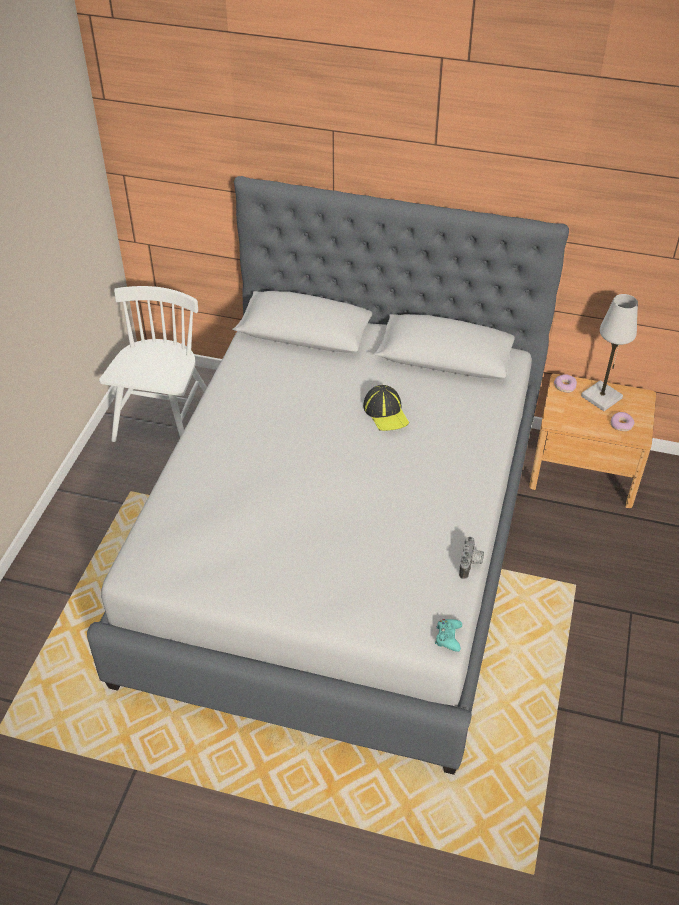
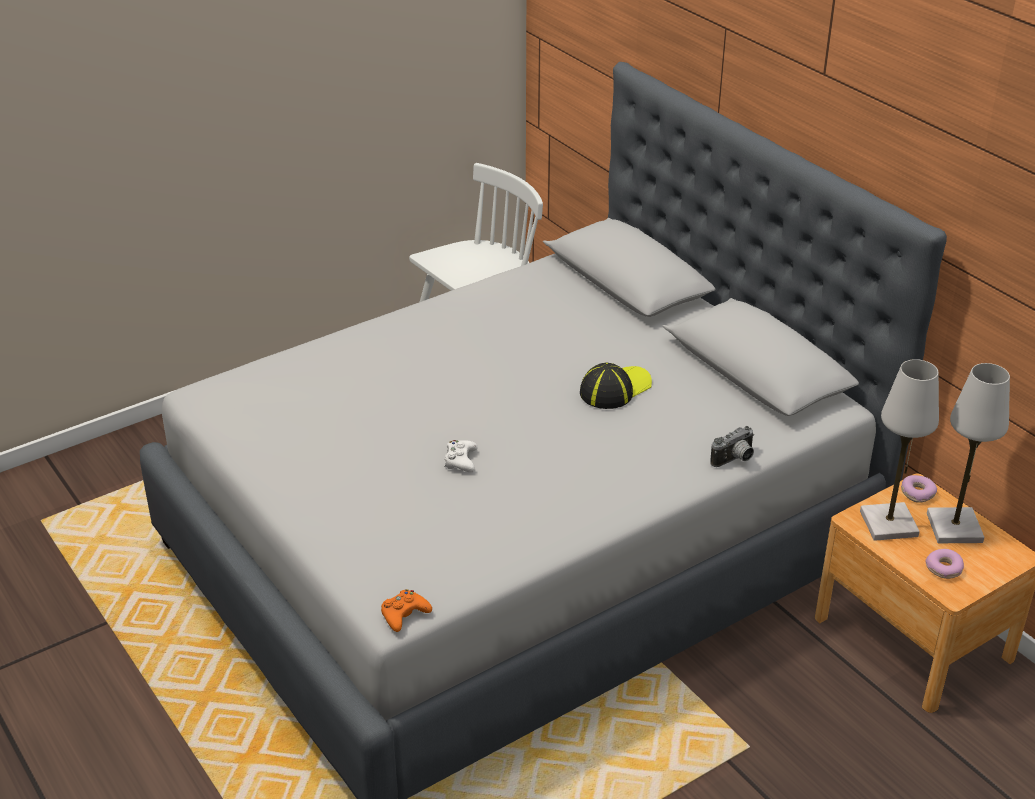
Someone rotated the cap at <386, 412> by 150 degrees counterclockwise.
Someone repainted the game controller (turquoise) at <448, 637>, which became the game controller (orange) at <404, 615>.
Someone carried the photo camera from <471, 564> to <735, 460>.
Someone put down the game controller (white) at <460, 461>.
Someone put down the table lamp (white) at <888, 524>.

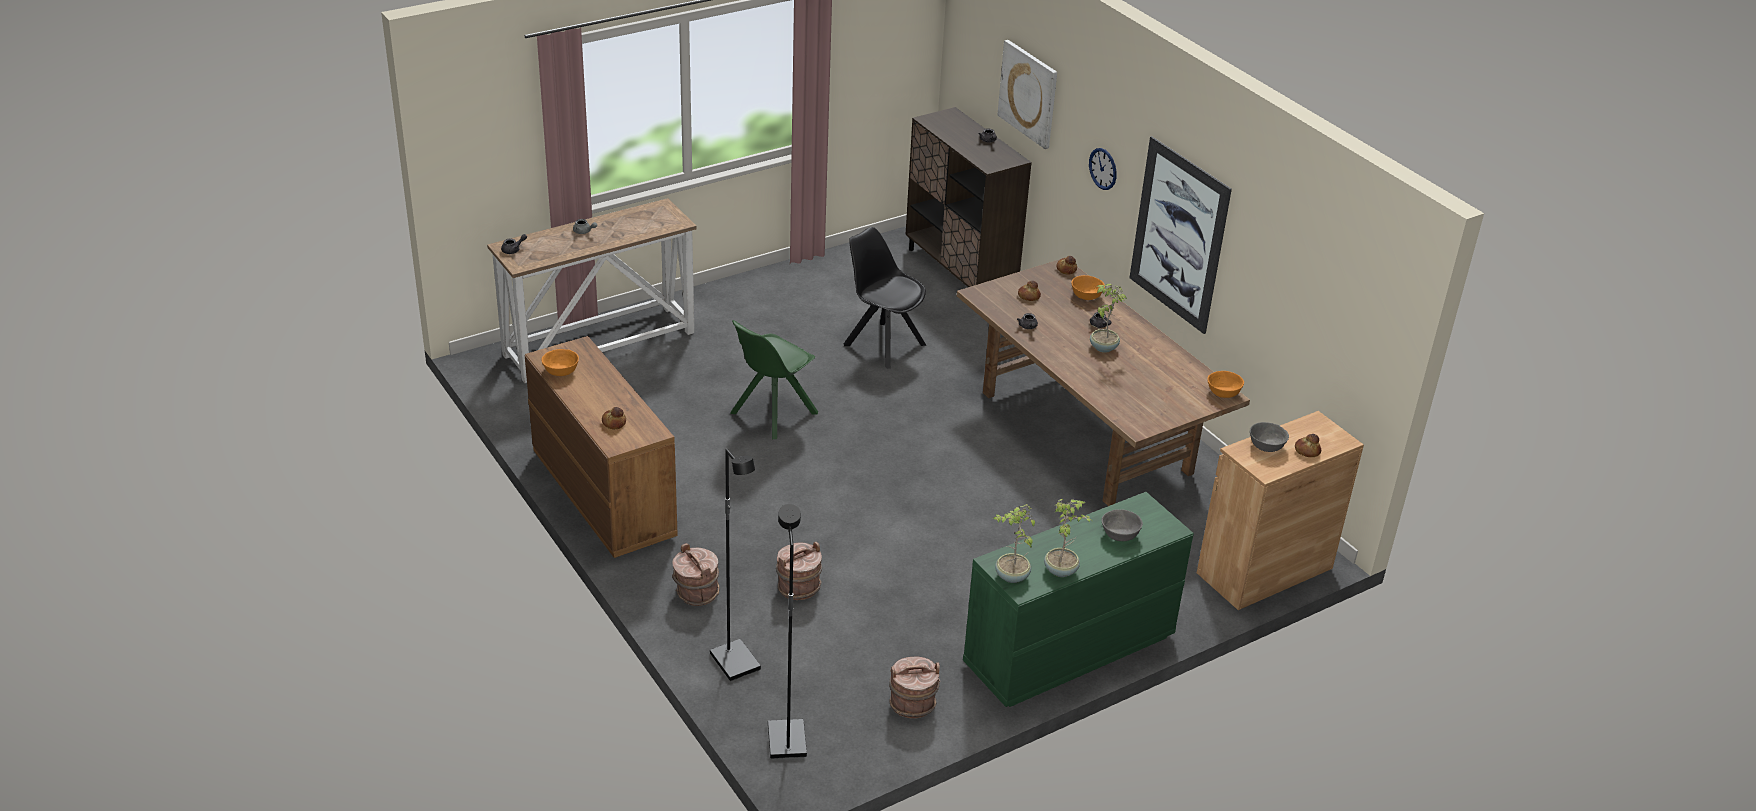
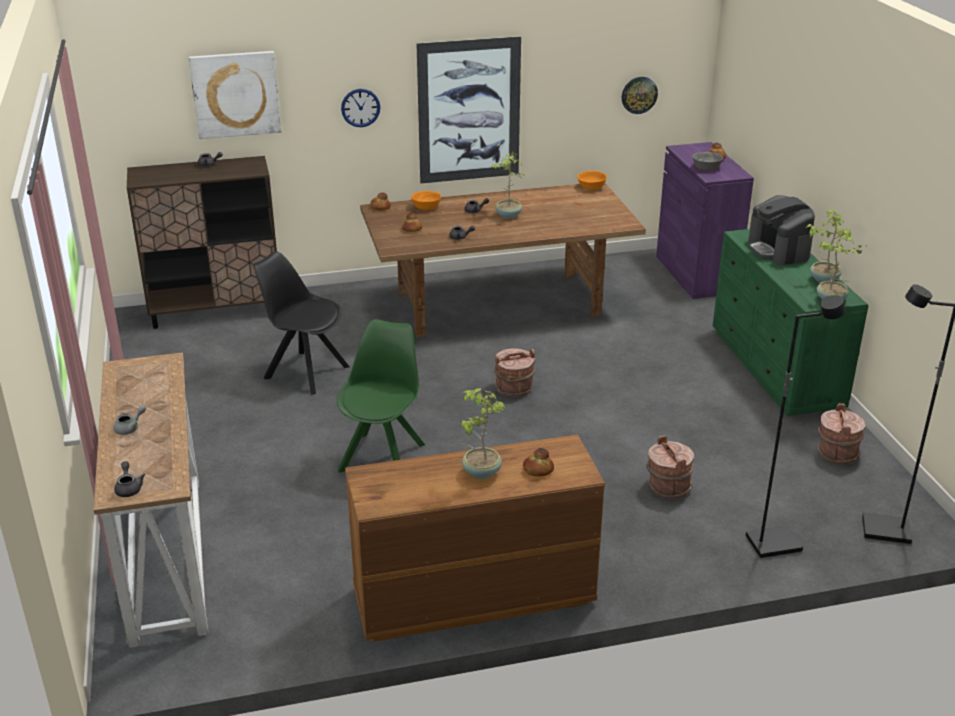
Someone took away the bowl (orange) at <560, 370>.
Someone carried the bucket (brown) from <696, 593> to <514, 388>.
Someone rotated the chair (green) at <772, 414> by 135 degrees counterclockwise.
Someone rotated the chair (black) at <883, 344> by 60 degrees clockwise.
Someone swapped the bowl (grey) at <1120, 534> for the coffee machine at <778, 250>.
Someone repainted the cabinet (brown) at <1264, 571>, which became the cabinet (purple) at <696, 274>.
Someone put down the potted plant at <480, 472>.
Someone put up the wall clock at <639, 95>.

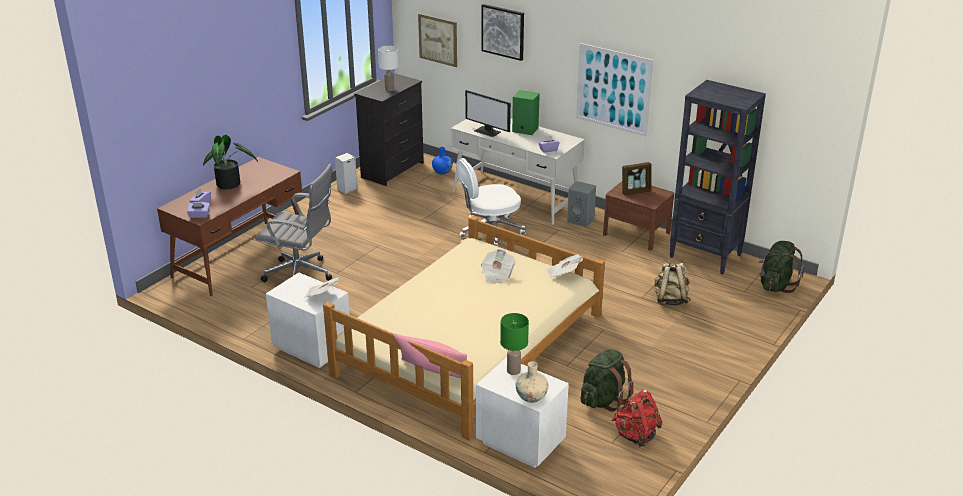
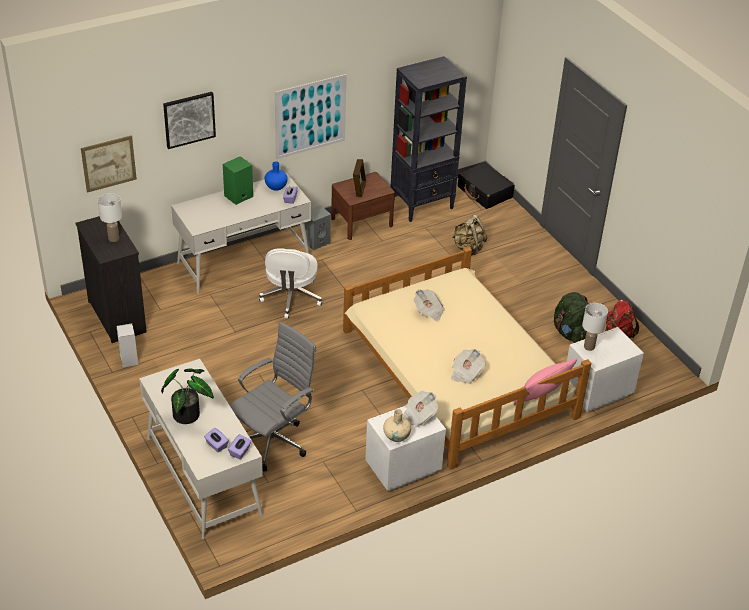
Someone repainted the desk (brown) at <240, 257>, which became the desk (white) at <203, 475>.
Someone carried the vase (blue) from <442, 171> to <276, 187>.
Someone took away the monitor at <488, 131>.
Someone repainted the table lamp (green) at <513, 370>, which became the table lamp (white) at <589, 347>.
Someone carried the vase (beige) from <531, 397> to <396, 436>.
Someone carried the newspaper from <563, 274> to <466, 373>.
Someone swapped the backpack (green) at <776, 285> for the suitcase (black) at <485, 192>.

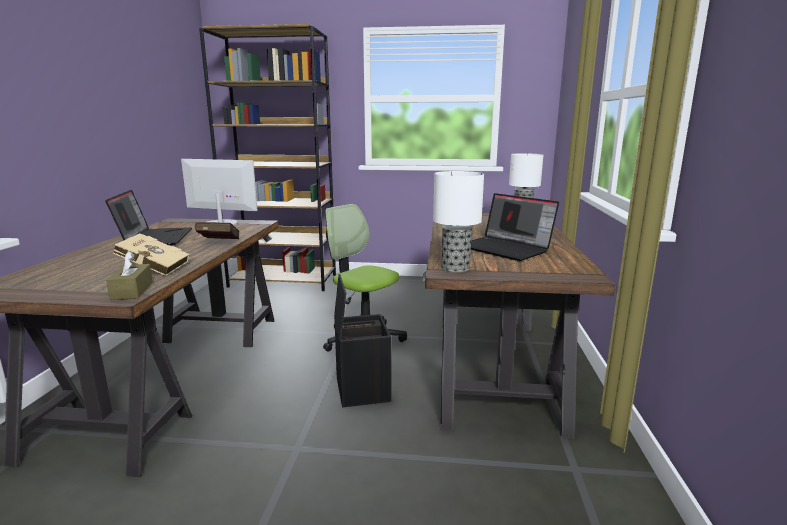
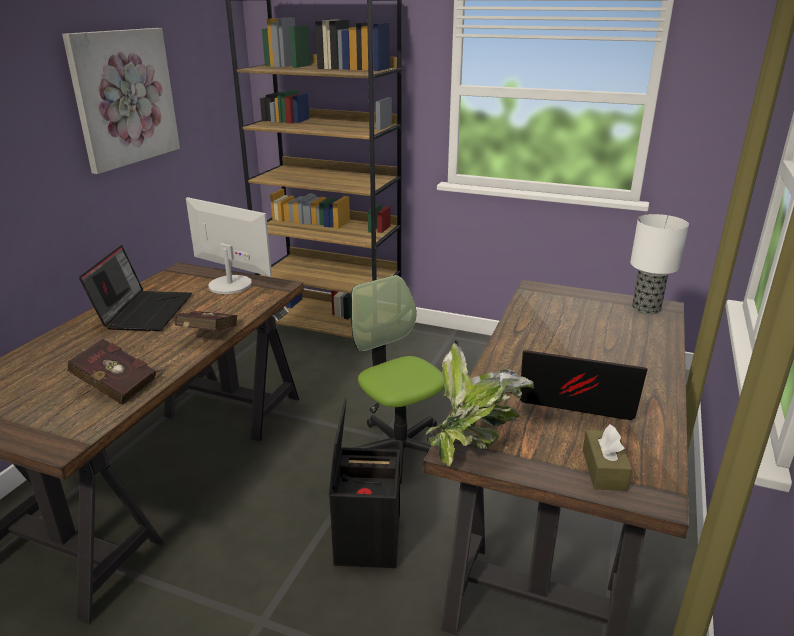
Someone carried the tissue box (brown) from <132, 291> to <604, 469>.
Someone repainted the book (beige) at <152, 269>, which became the book (red) at <114, 386>.
Someone swapped the table lamp at <454, 268> for the potted plant at <474, 442>.
Someone rotated the laptop at <506, 249> by 135 degrees clockwise.
Someone put up the picture at <124, 97>.

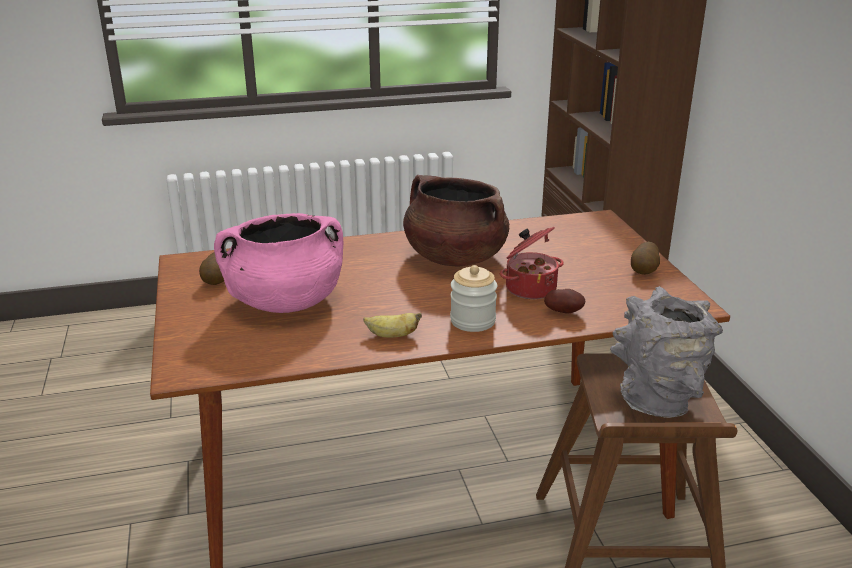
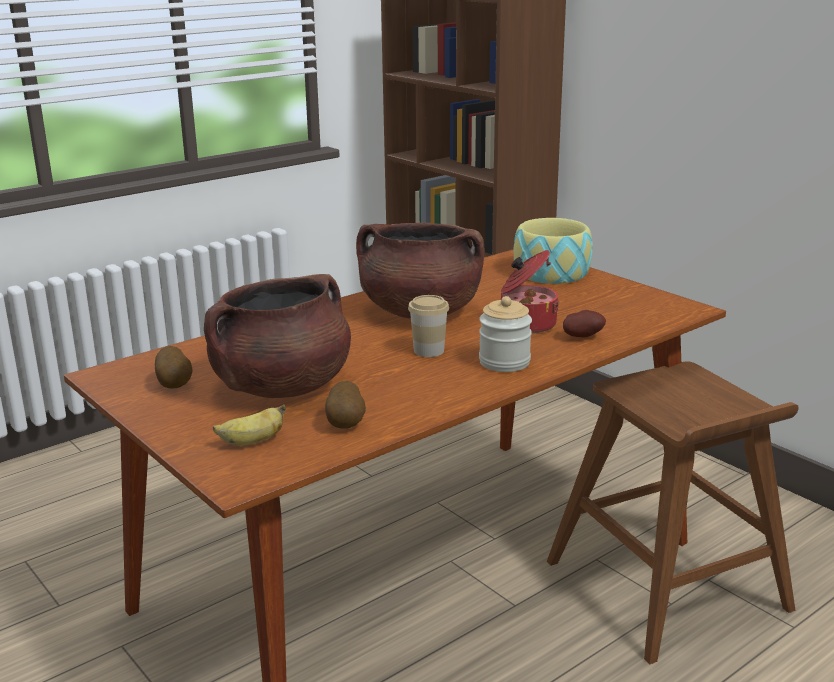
Someone repainted the cooking pot (pink) at <285, 302>, which became the cooking pot (brown) at <282, 387>.
Someone carried the banana from <392, 335> to <252, 442>.
Someone took away the vase (grey) at <657, 399>.
Someone carried the potato from <644, 272> to <346, 424>.
Someone put down the cup at <428, 351>.
Someone put down the bowl at <552, 272>.

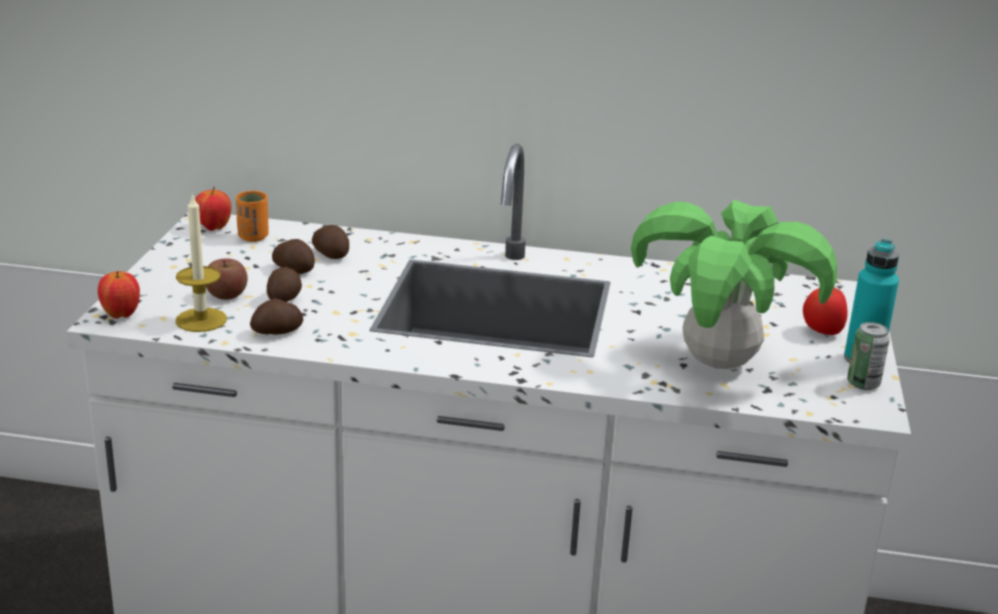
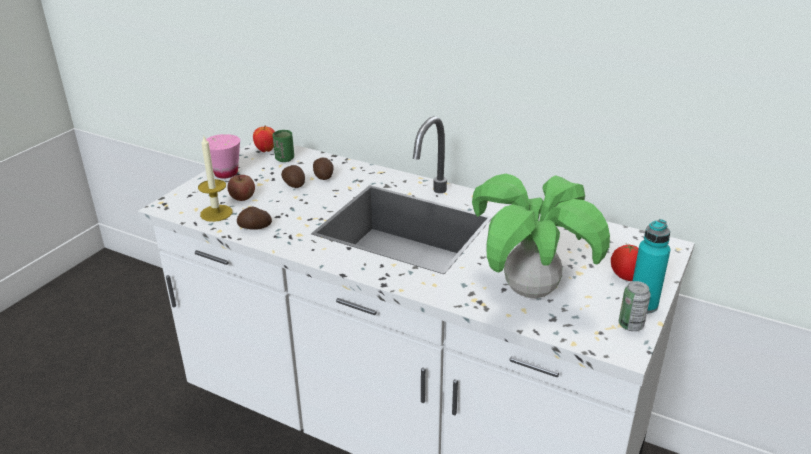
Someone took away the apple at <121, 315>.
Someone repainted the cup (orange) at <253, 237>, which became the cup (green) at <284, 159>.
Someone took away the potato at <285, 298>.
Someone put down the cup (pink) at <226, 173>.

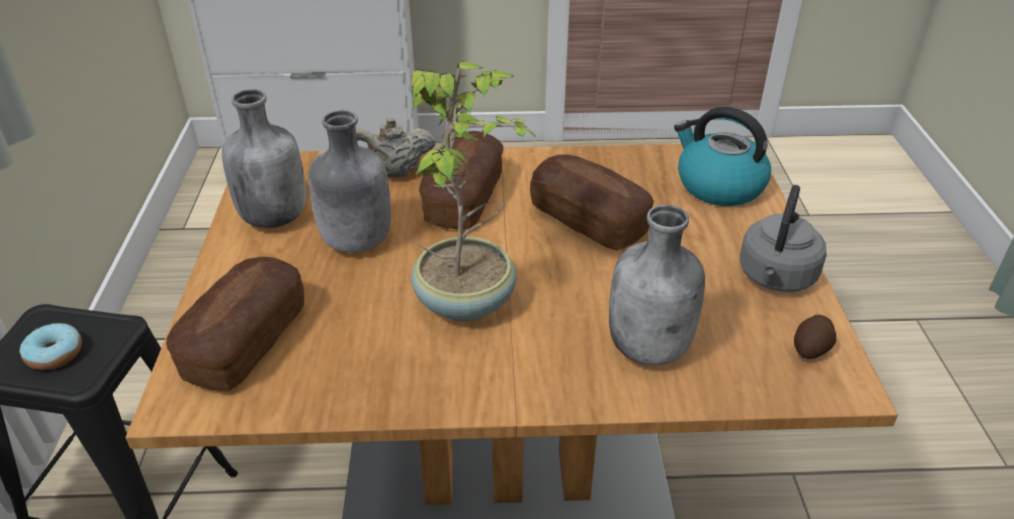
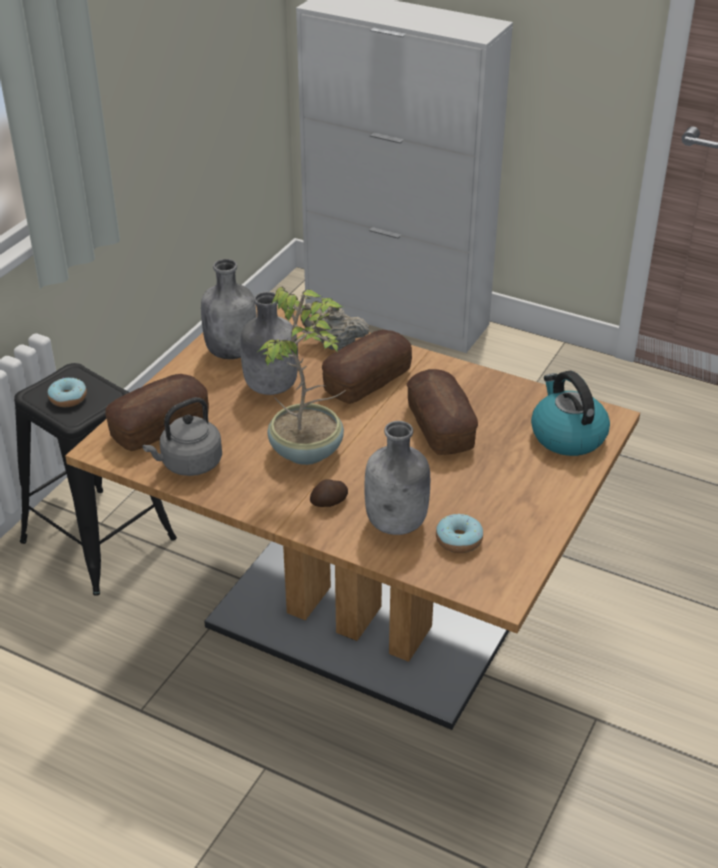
Someone carried the kettle (grey) from <775, 278> to <189, 464>.
Someone carried the potato from <812, 347> to <330, 502>.
Someone put down the donut at <459, 540>.

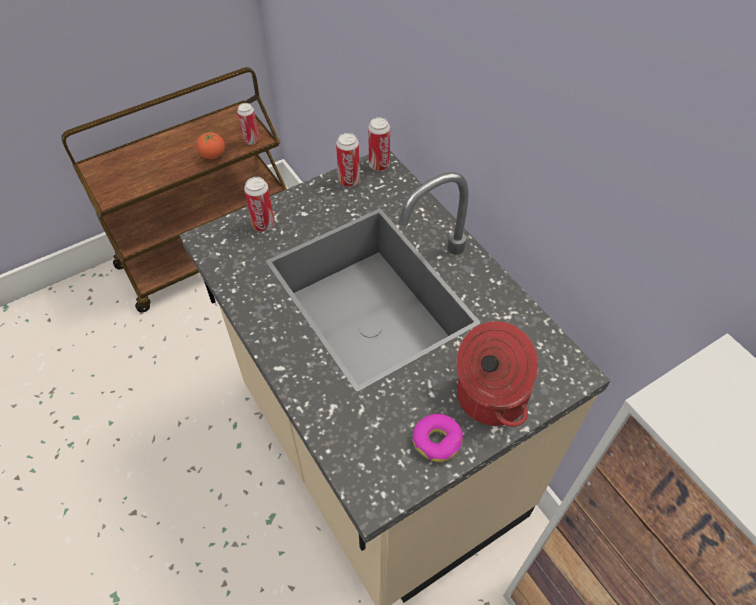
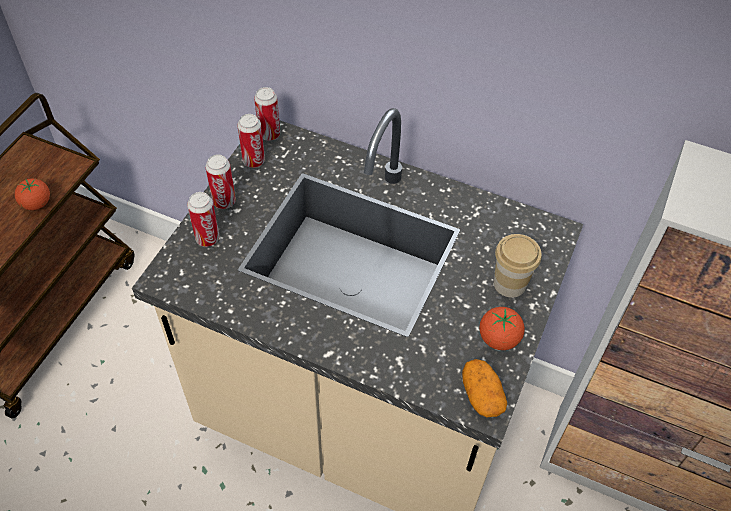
Someone carried the can from <251, 140> to <224, 201>.
Someone swapped the donut at <437, 441> for the tomato at <498, 338>.
Someone swapped the cooking pot at <489, 396> for the cup at <509, 283>.
Someone put down the potato at <481, 395>.

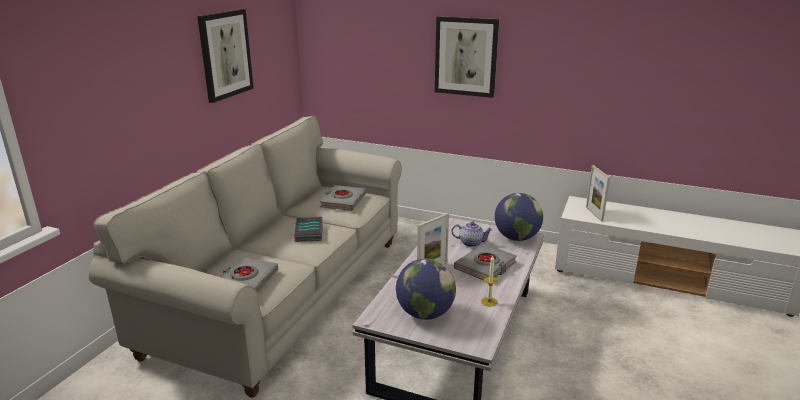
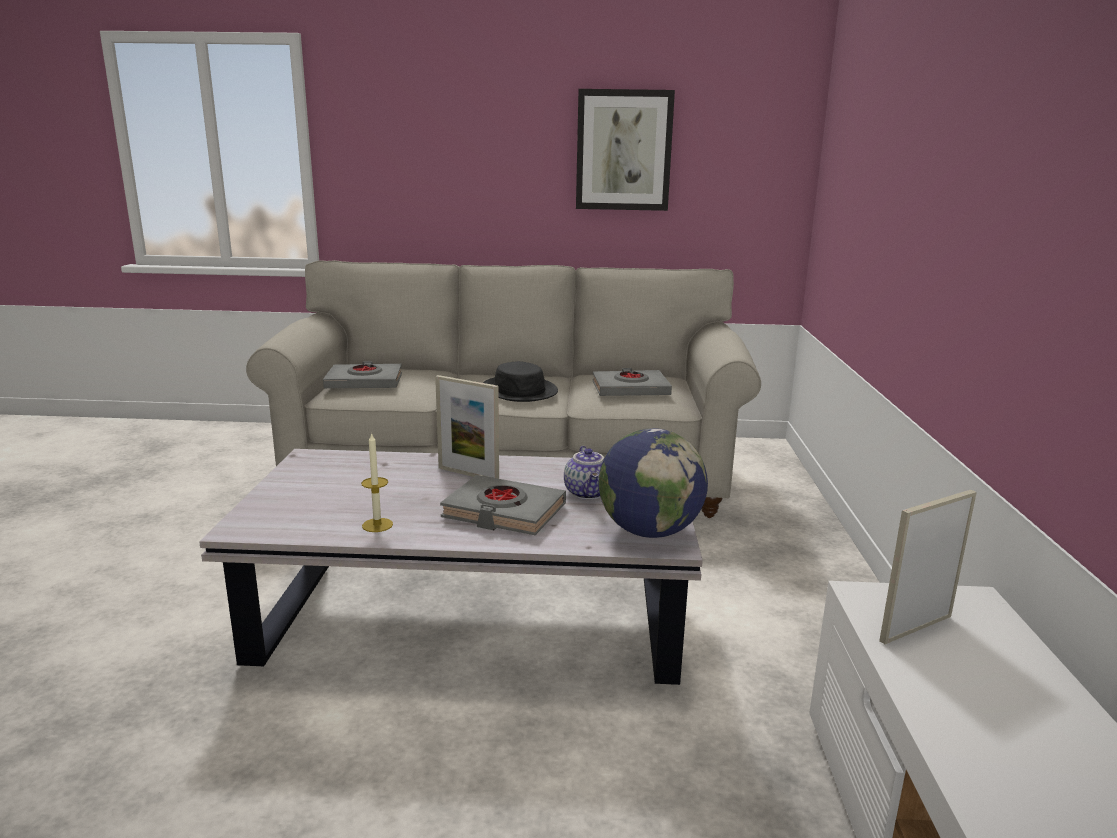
Someone swapped the book at <308, 232> for the hat (black) at <519, 390>.
Someone took away the globe at <425, 314>.
Someone took away the picture at <466, 56>.

